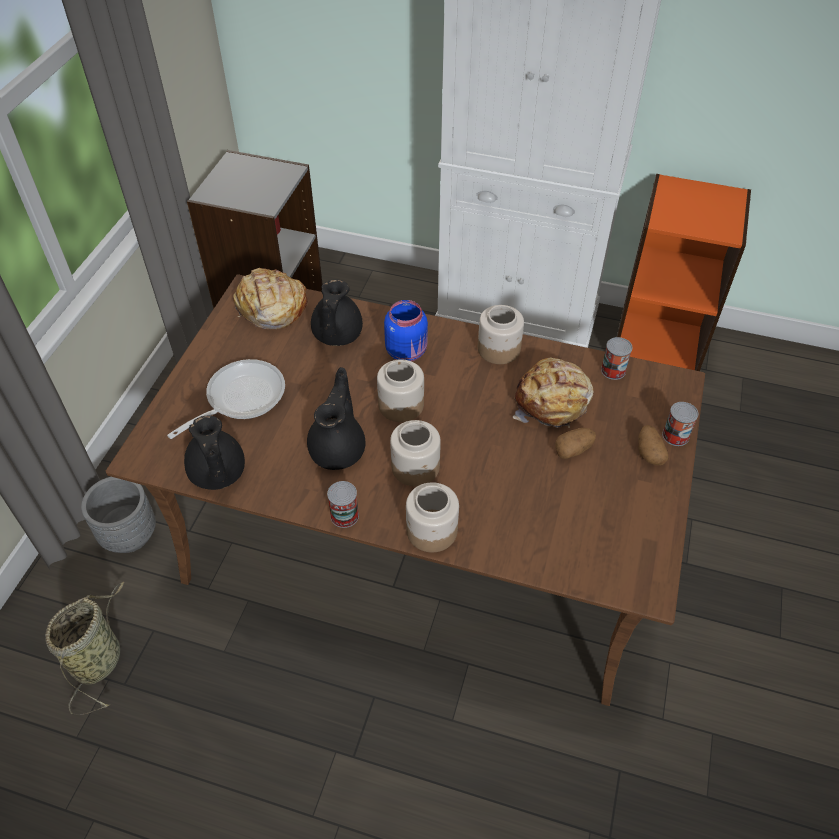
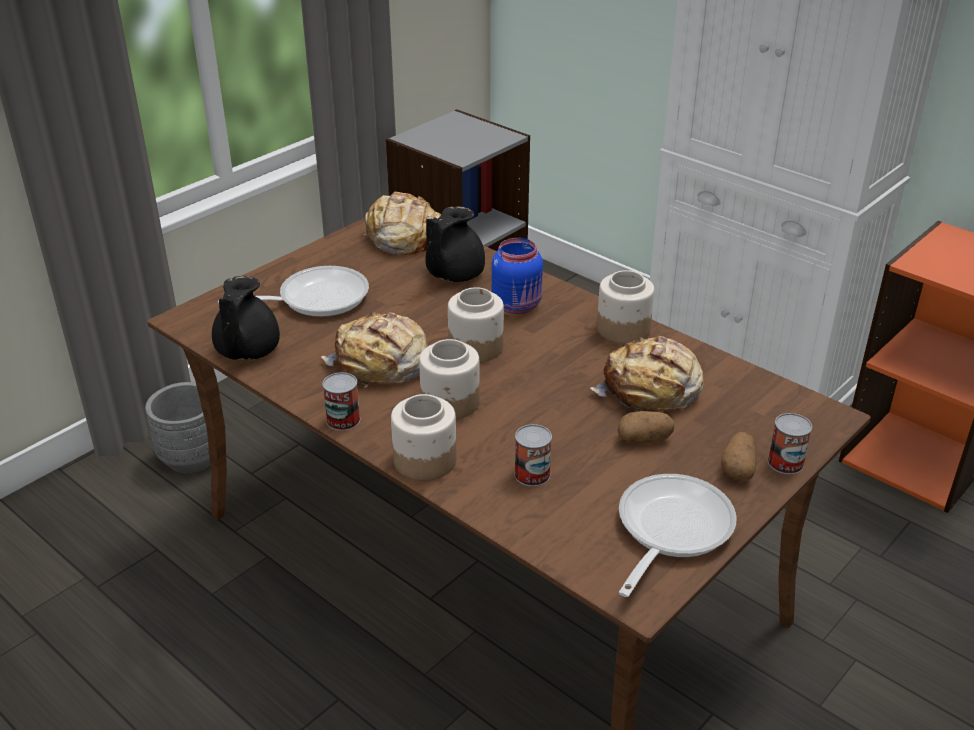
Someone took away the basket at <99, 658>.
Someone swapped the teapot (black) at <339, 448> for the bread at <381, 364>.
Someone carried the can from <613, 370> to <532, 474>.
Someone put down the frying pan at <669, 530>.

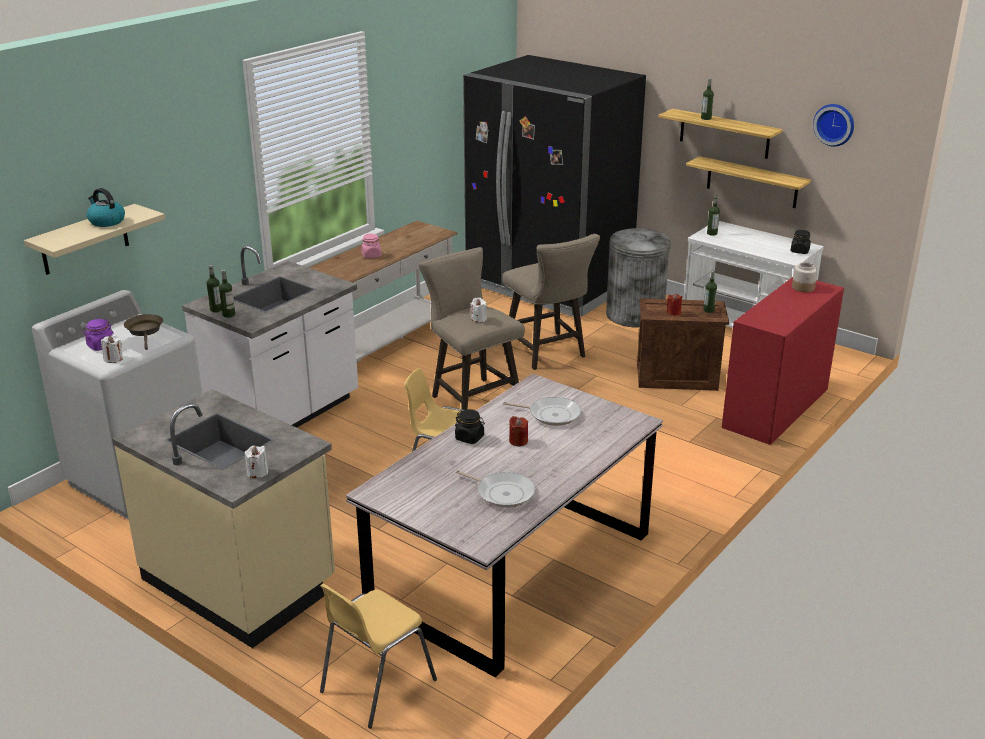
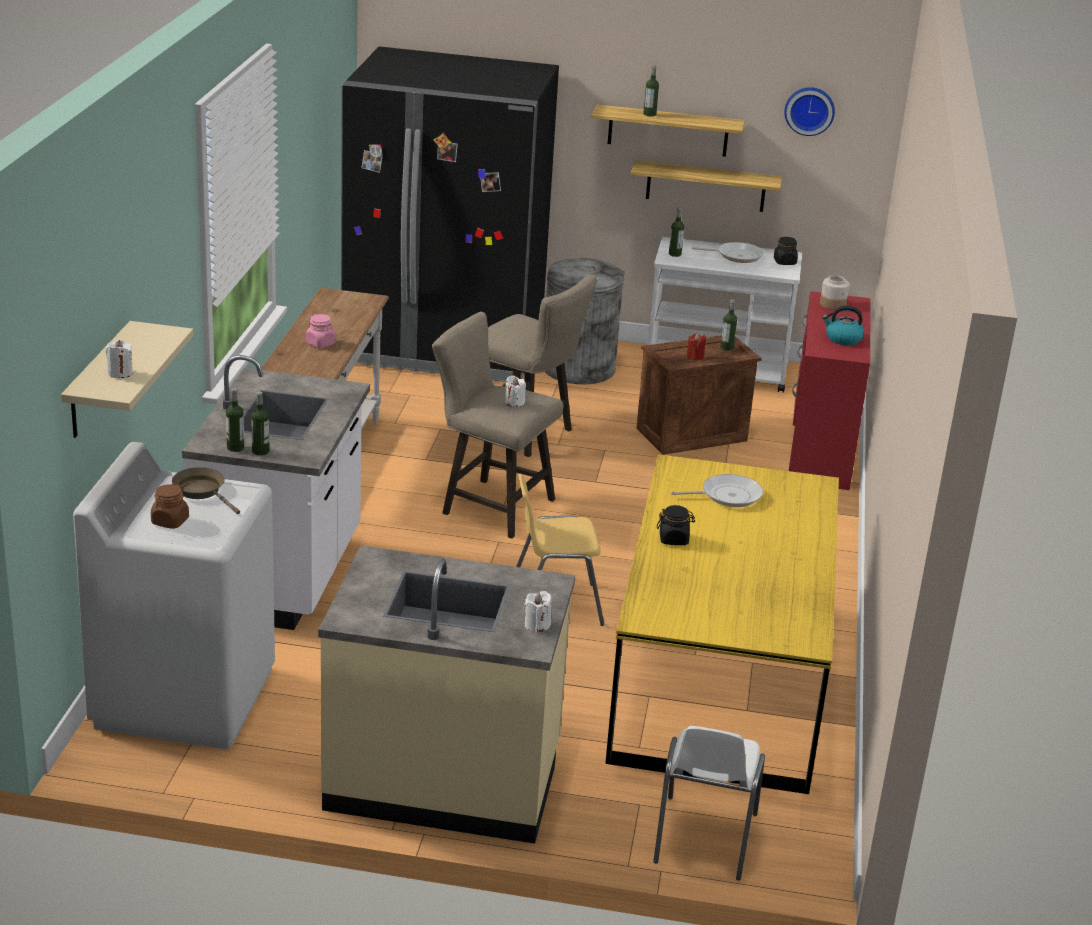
Someone repainted the jar (purple) at <100, 346>, which became the jar (brown) at <170, 521>.
Someone carried the kettle from <106, 221> to <842, 339>.
Someone carried the candle (white) from <113, 359> to <120, 373>.
Someone repainted the chair (yellow) at <376, 686>, which became the chair (white) at <703, 839>.
Someone repainted the dining table (grey) at <510, 567>, which became the dining table (yellow) at <717, 682>.
Someone carried the frying pan from <502, 493> to <736, 256>.
Someone took away the candle (red) at <518, 441>.

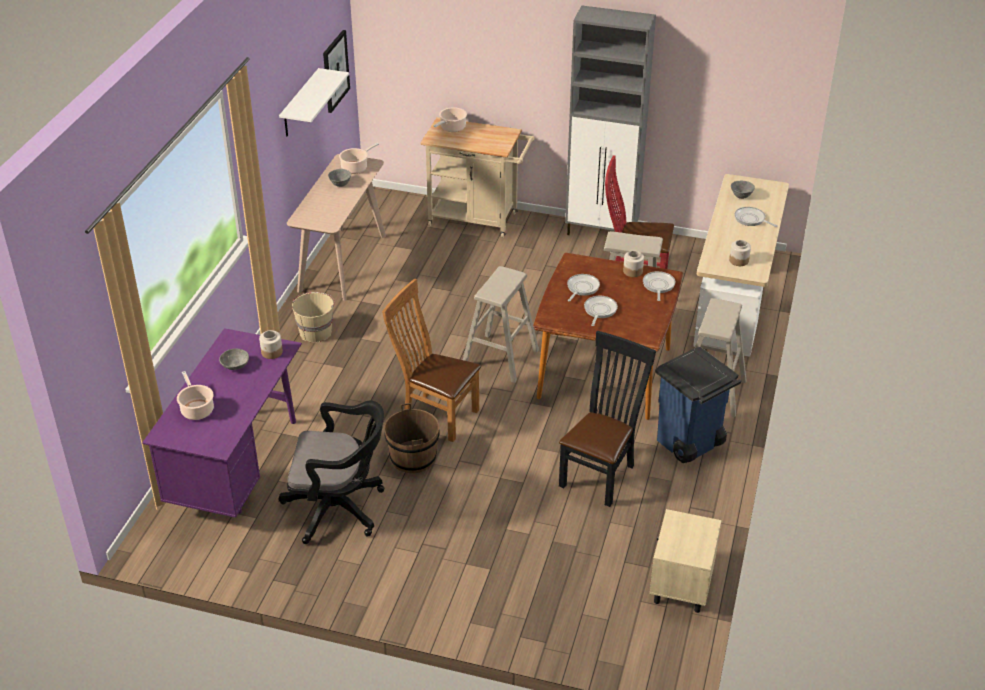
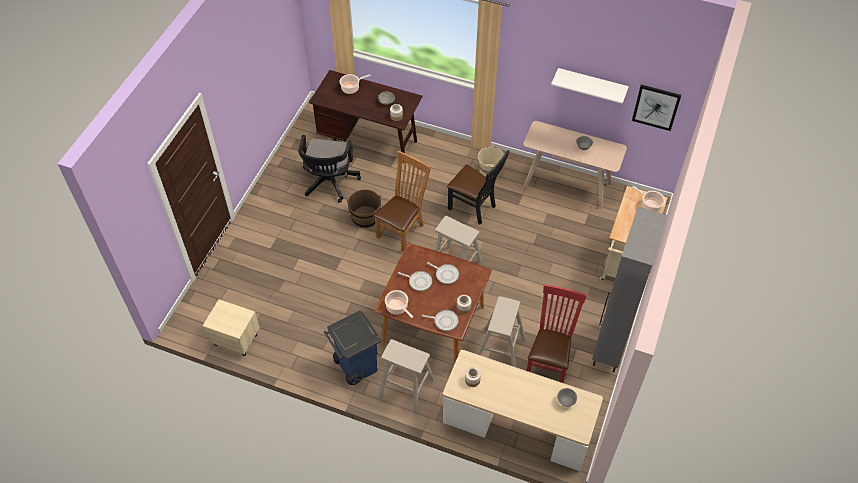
Someone repainted the desk (purple) at <237, 468>, which became the desk (brown) at <369, 139>.
Someone carried the cooking pot from <356, 168> to <397, 308>.
Someone carried the chair (black) from <601, 473> to <474, 208>.
Someone took away the frying pan at <751, 219>.

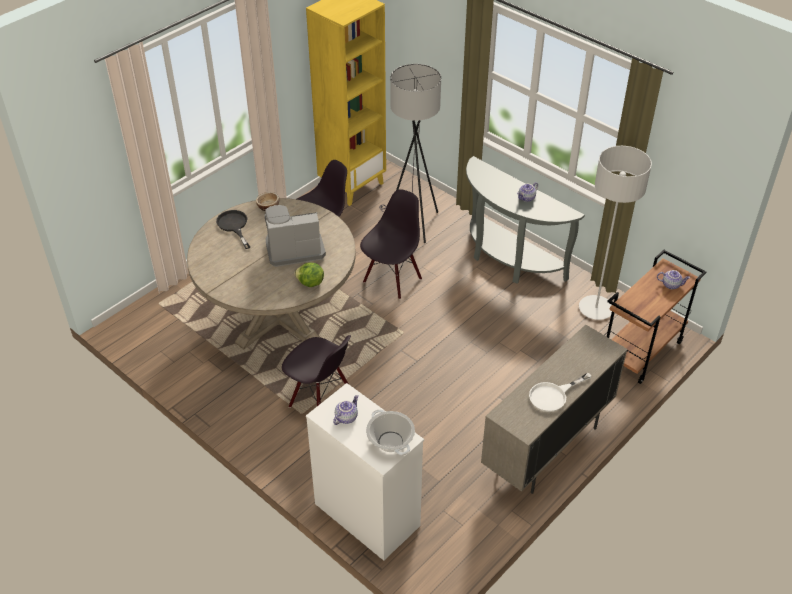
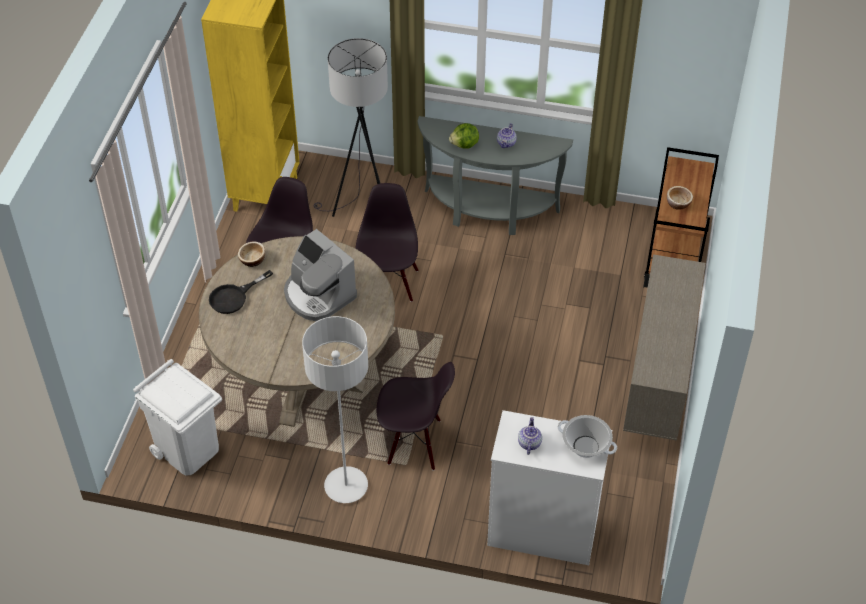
Someone rotated the frying pan (black) at <234, 226> by 75 degrees counterclockwise.
Someone rotated the coffee machine at <294, 248> by 90 degrees counterclockwise.
Someone carried the lettuce from <310, 283> to <464, 145>.
Someone took away the frying pan (white) at <553, 395>.
Someone carried the floor lamp (grey) from <595, 308> to <346, 486>.
Someone took away the teapot at <671, 284>.
Someone put down the trash can (white) at <188, 450>.
Someone put down the bowl at <678, 203>.

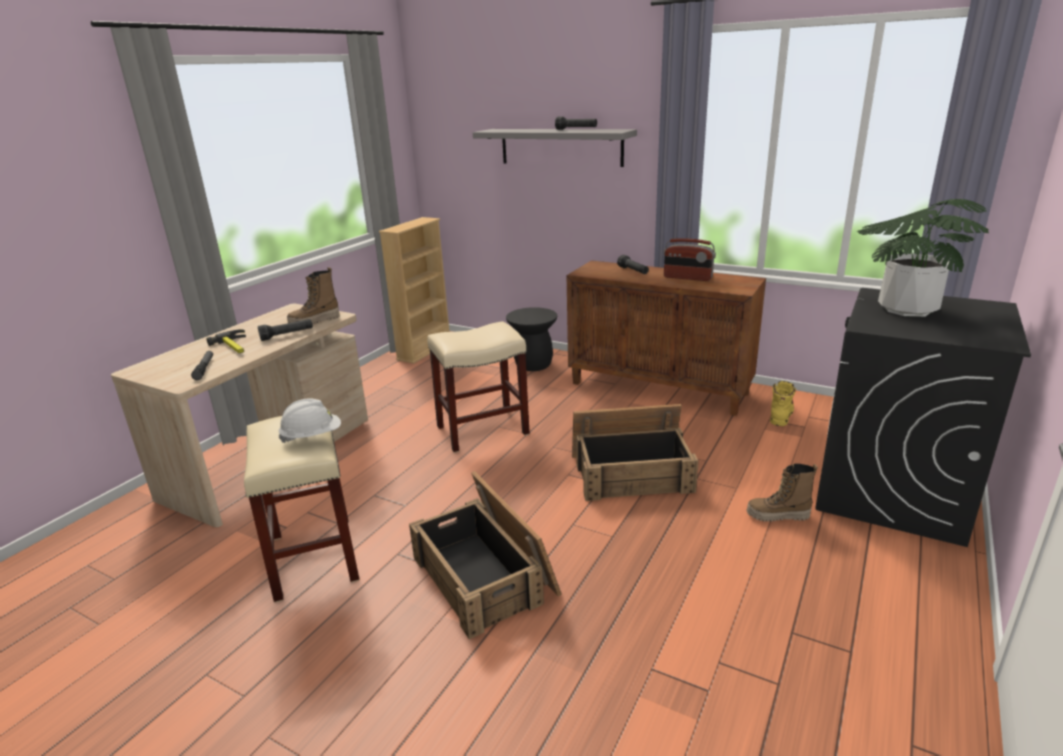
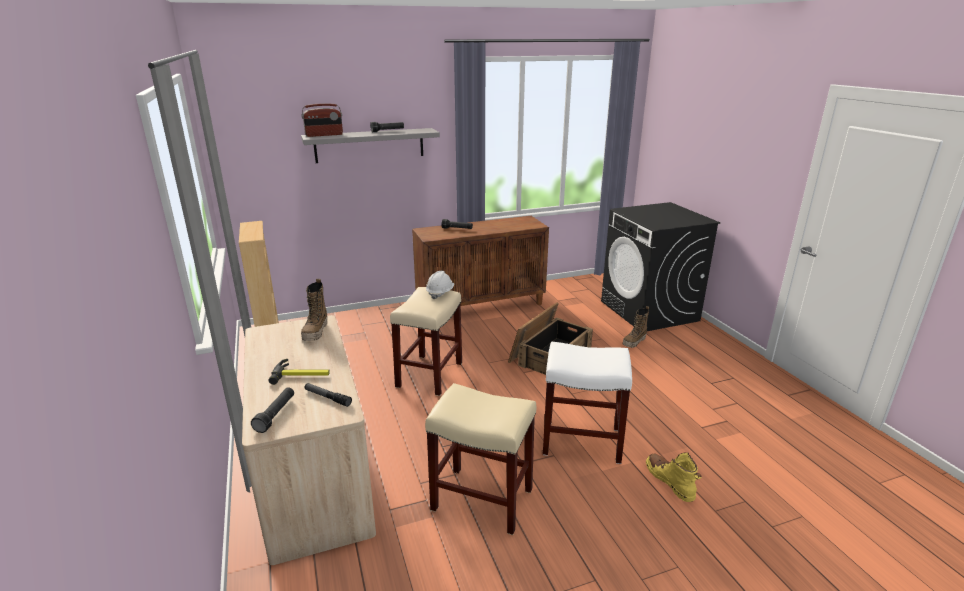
Someone carried the flashlight (black) from <287, 335> to <276, 415>.
Someone carried the hard hat (white) from <312, 436> to <440, 293>.
Someone swapped the crate at <486, 575> for the stool (white) at <582, 440>.
Someone took away the stool (black) at <533, 365>.
Someone carried the radio from <687, 278> to <324, 135>.
Someone carried the boot (yellow) from <780, 413> to <670, 481>.
Someone took away the potted plant at <907, 309>.

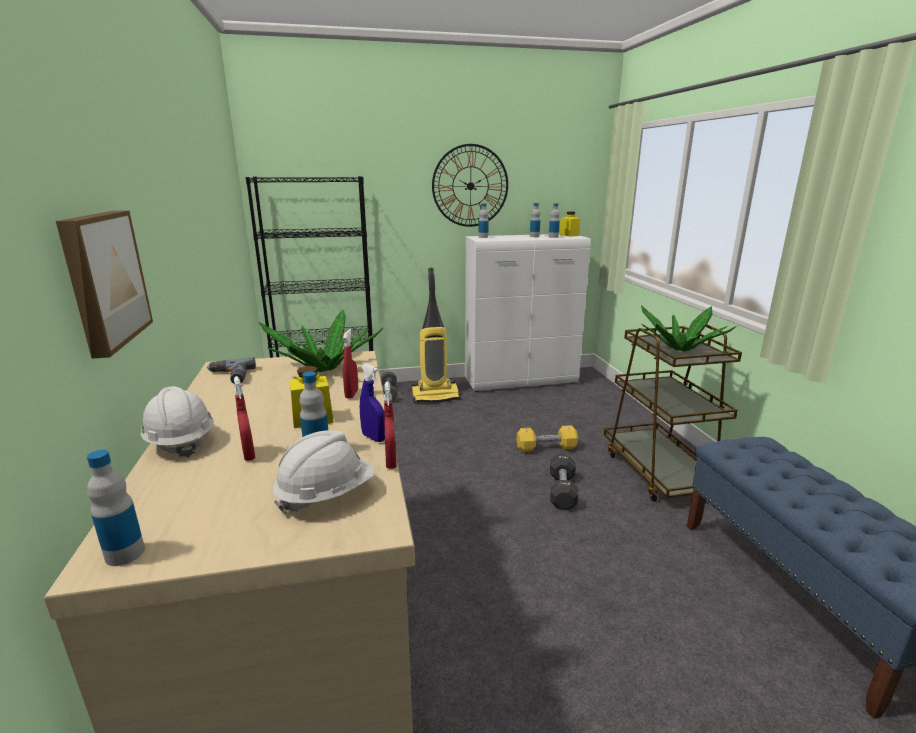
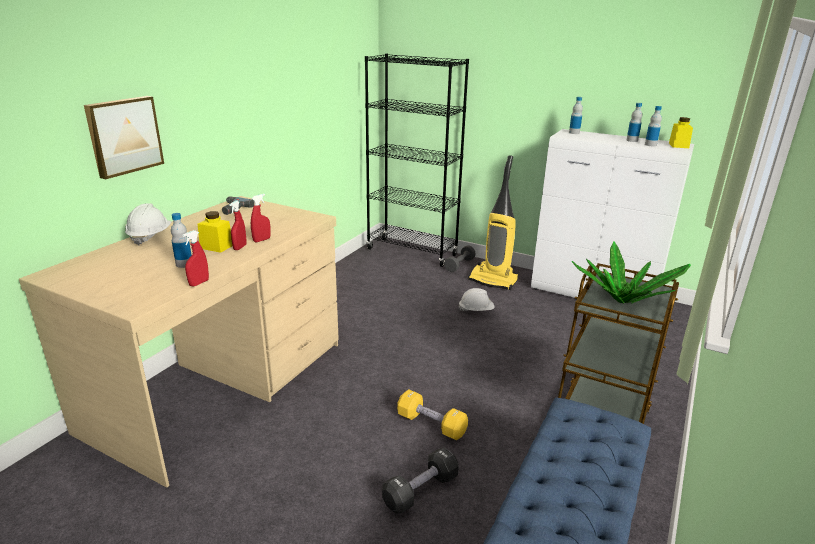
Someone took away the bottle at <125, 553>.
Someone carried the spray bottle (red) from <249, 455> to <240, 247>.
Someone took away the potted plant at <323, 369>.
Someone carried the hard hat (white) from <326, 495> to <476, 310>.
Someone took away the spray bottle (blue) at <373, 438>.
Someone took away the wall clock at <470, 186>.
Someone carried the dumbbell (yellow) from <546, 448> to <431, 424>.
Someone carried the dumbbell (black) from <562, 491> to <420, 490>.

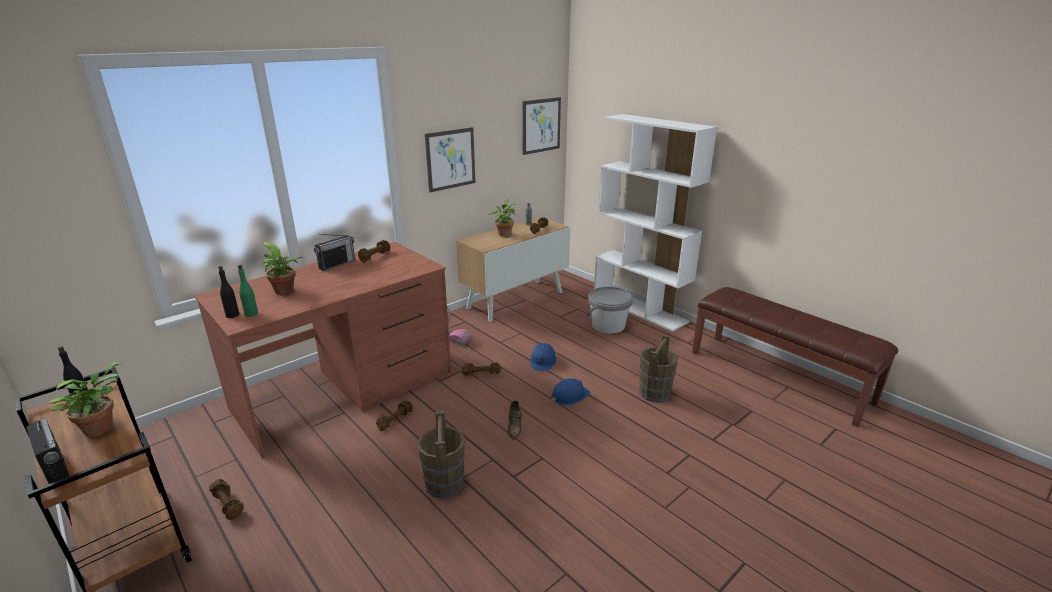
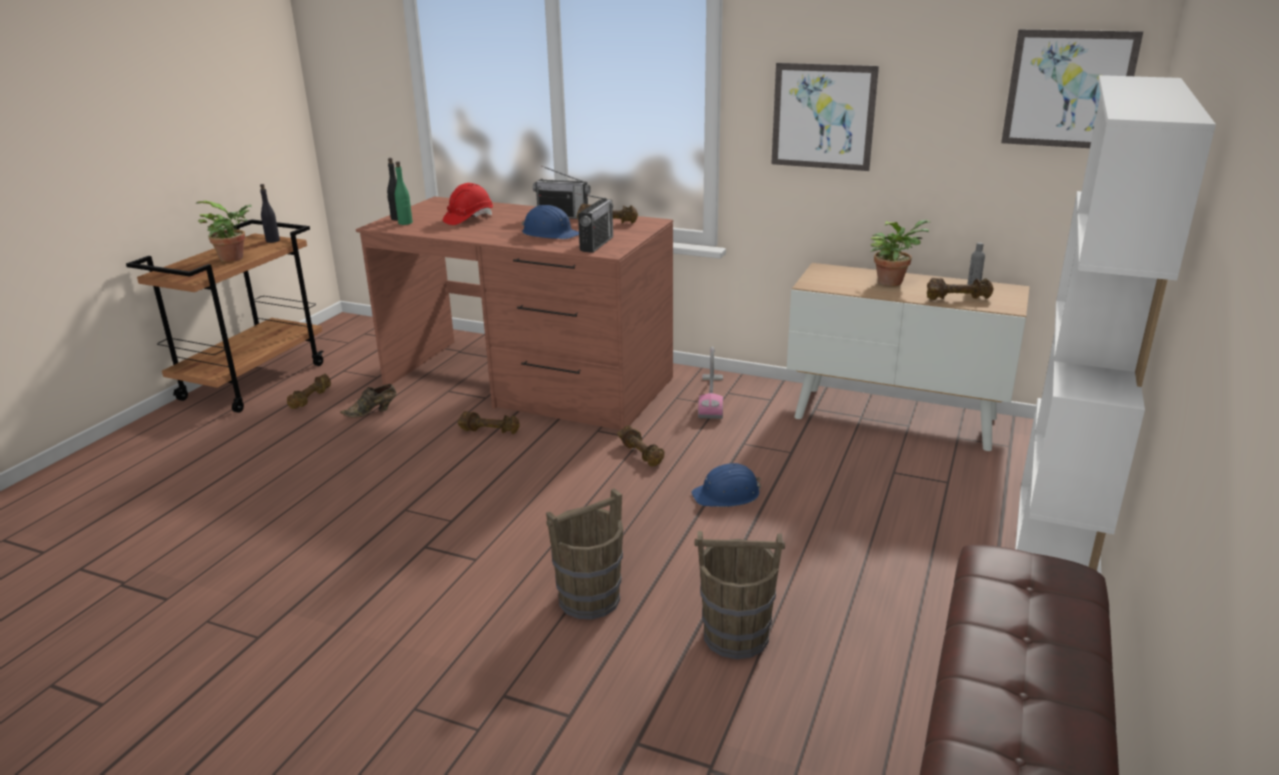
Someone carried the radio from <56, 469> to <596, 244>.
Someone swapped the potted plant at <285, 291> for the hard hat (red) at <468, 219>.
Someone carried the bucket (brown) from <444, 484> to <588, 599>.
Someone carried the shoe (brown) from <515, 427> to <372, 412>.
Someone carried the hard hat (blue) from <569, 396> to <550, 233>.
Someone took away the bucket (grey) at <608, 325>.

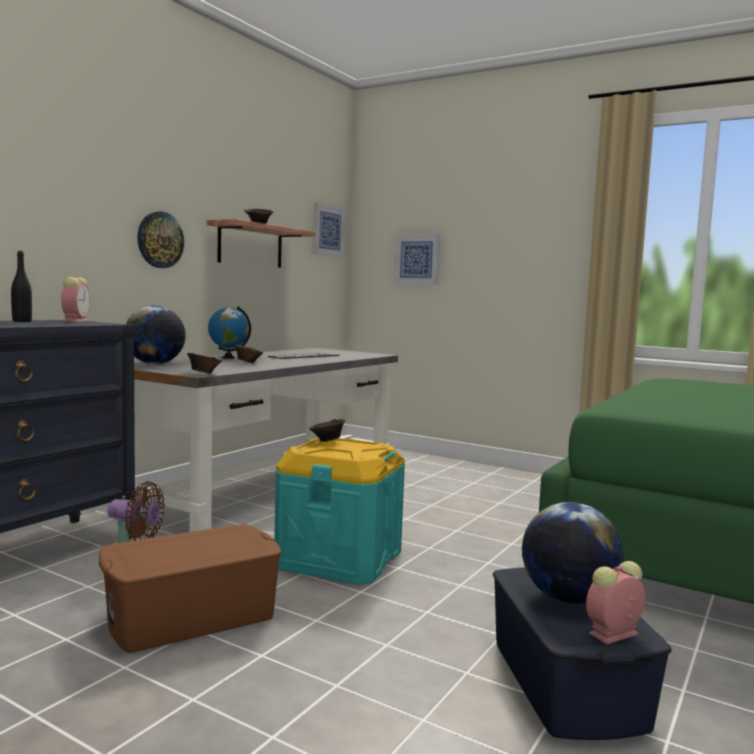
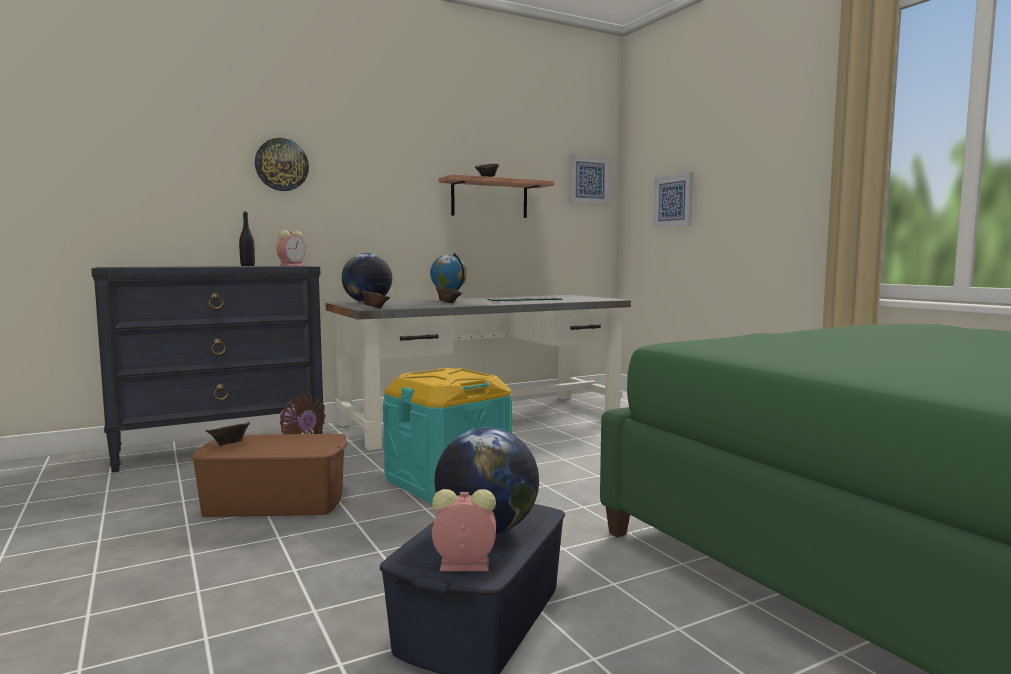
Someone carried the wall clock from <160, 240> to <281, 165>.
Someone carried the bowl (brown) from <327, 441> to <228, 445>.

